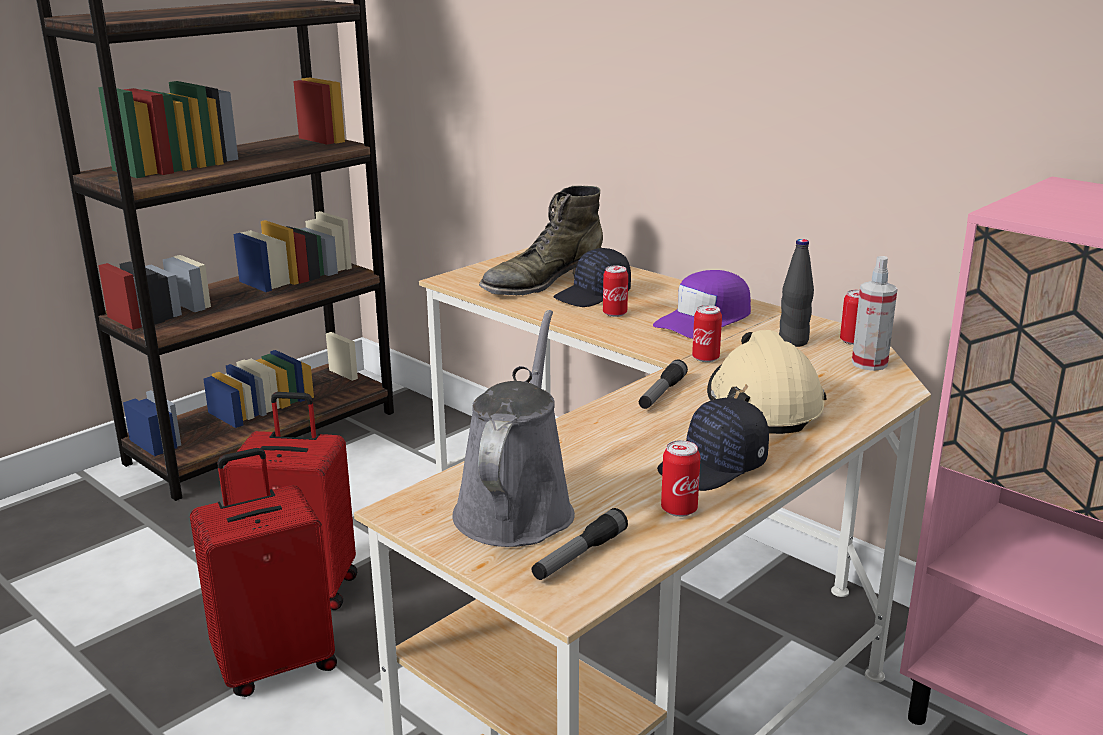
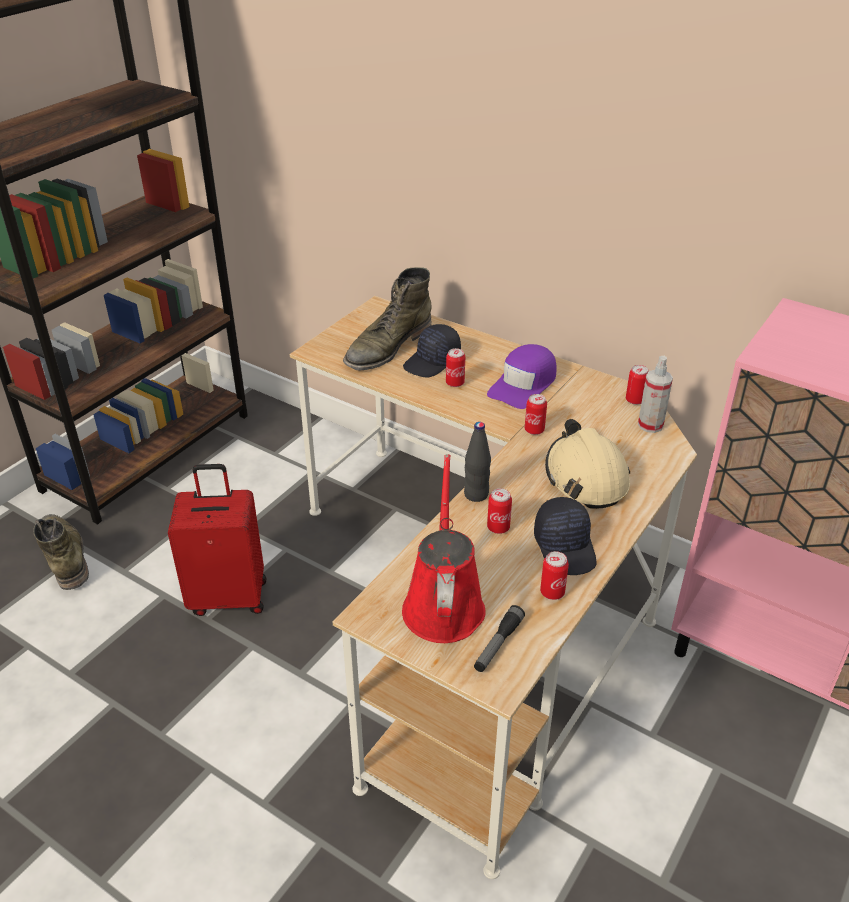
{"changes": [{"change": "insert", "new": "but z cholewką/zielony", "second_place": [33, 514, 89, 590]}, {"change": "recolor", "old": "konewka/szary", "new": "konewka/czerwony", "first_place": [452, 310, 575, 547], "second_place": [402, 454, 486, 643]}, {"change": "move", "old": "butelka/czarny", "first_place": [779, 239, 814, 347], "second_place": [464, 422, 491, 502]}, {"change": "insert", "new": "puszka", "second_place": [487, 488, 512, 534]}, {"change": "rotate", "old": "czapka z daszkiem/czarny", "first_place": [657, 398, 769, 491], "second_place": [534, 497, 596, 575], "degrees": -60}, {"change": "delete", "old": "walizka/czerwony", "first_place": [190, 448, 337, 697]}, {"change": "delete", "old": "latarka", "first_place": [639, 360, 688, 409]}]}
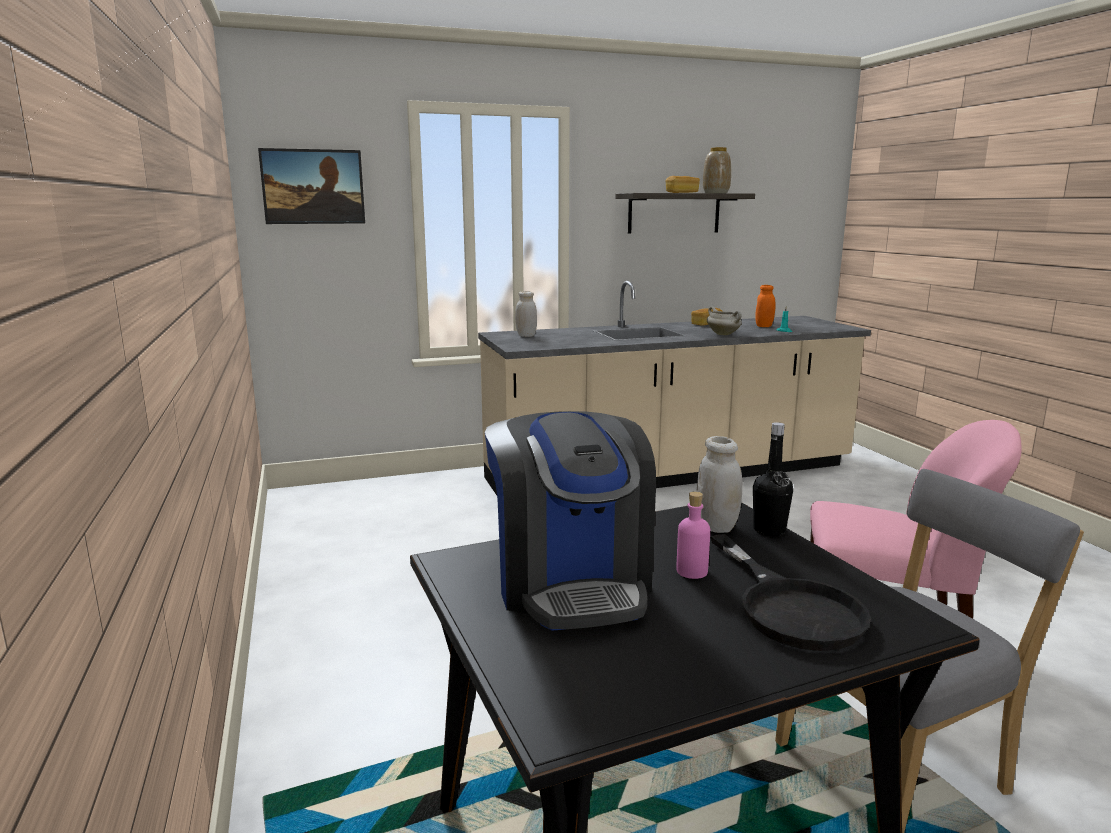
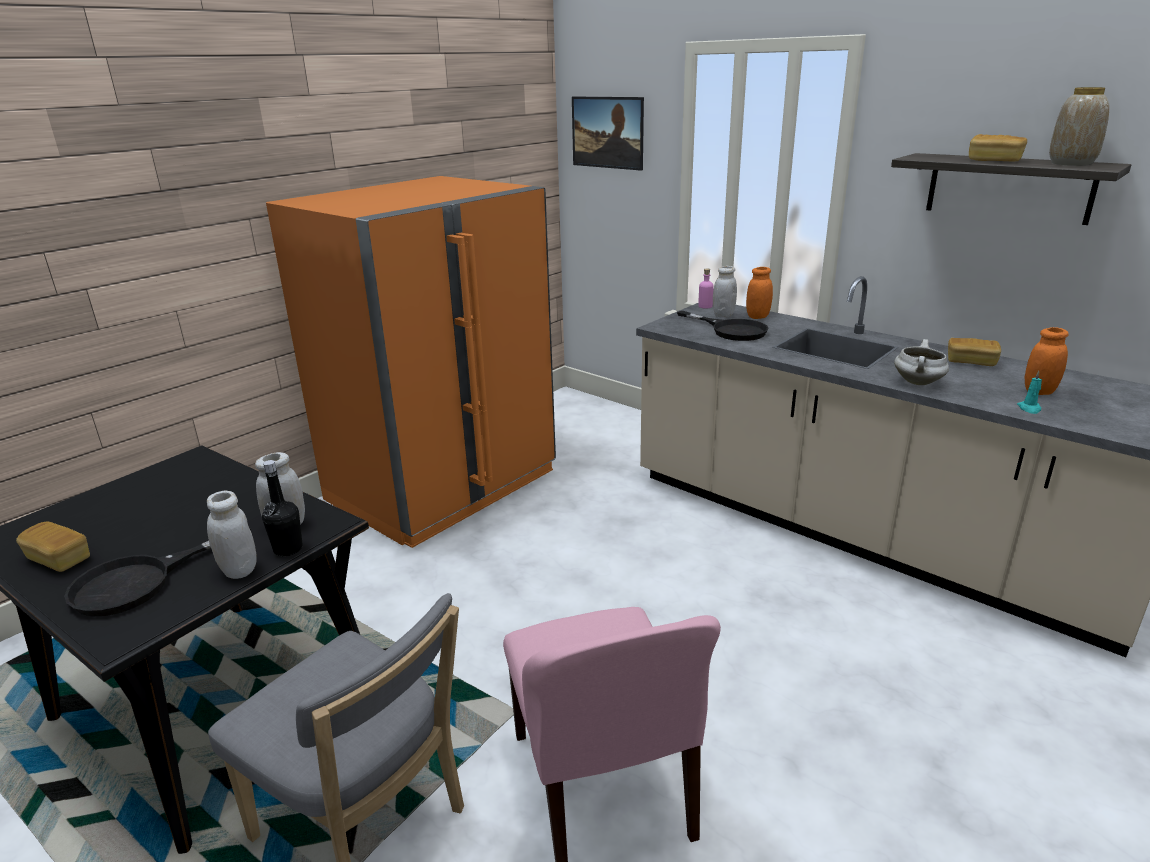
{"changes": [{"change": "insert", "new": "chleb", "second_place": [16, 522, 90, 572]}, {"change": "insert", "new": "słoik/biały", "second_place": [207, 491, 257, 579]}, {"change": "insert", "new": "lodówka/pomarańczowy", "second_place": [266, 176, 556, 548]}, {"change": "insert", "new": "patelnia/czarny", "second_place": [677, 311, 768, 341]}, {"change": "move", "old": "butelka/różowy", "first_place": [677, 492, 710, 579], "second_place": [698, 269, 714, 308]}, {"change": "insert", "new": "słoik/pomarańczowy", "second_place": [746, 267, 773, 319]}, {"change": "delete", "old": "ekspres do kawy", "first_place": [485, 411, 656, 631]}]}
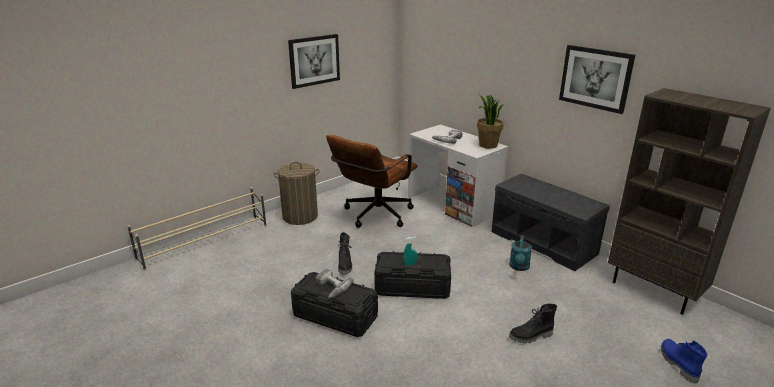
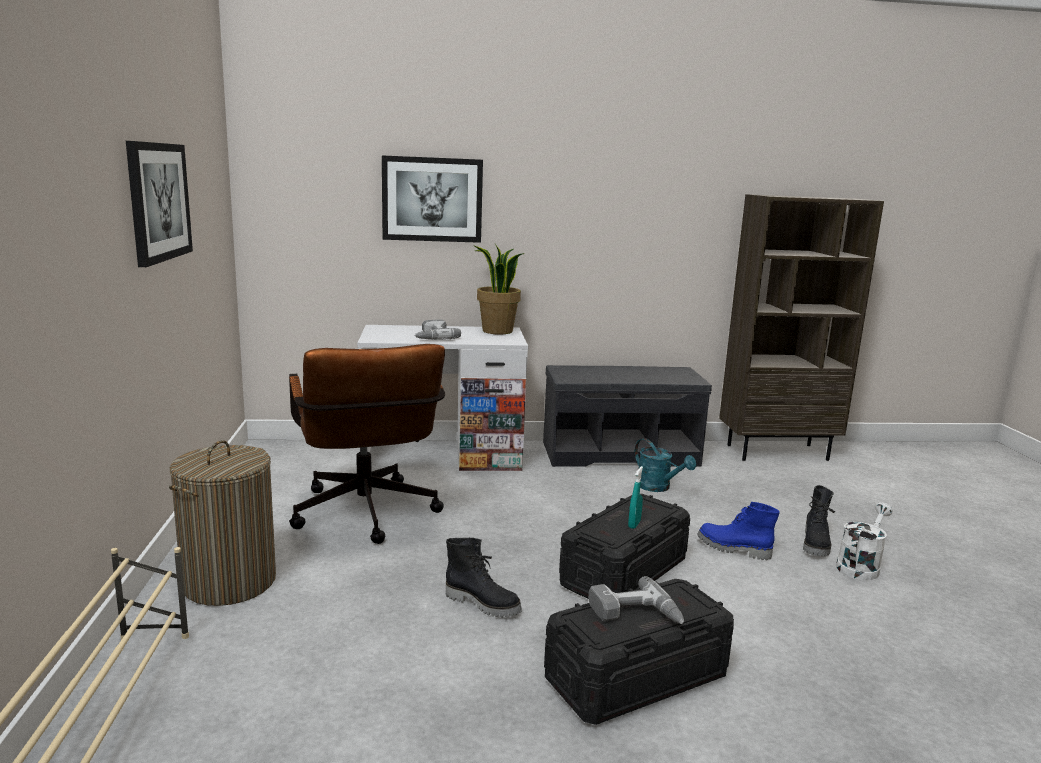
{"changes": [{"change": "move", "old": "obraz", "first_place": [559, 45, 635, 114], "second_place": [382, 155, 483, 243]}, {"change": "move", "old": "but z cholewką/niebieski", "first_place": [661, 339, 707, 383], "second_place": [697, 502, 780, 560]}, {"change": "insert", "new": "konewka/biały", "second_place": [836, 502, 893, 580]}]}
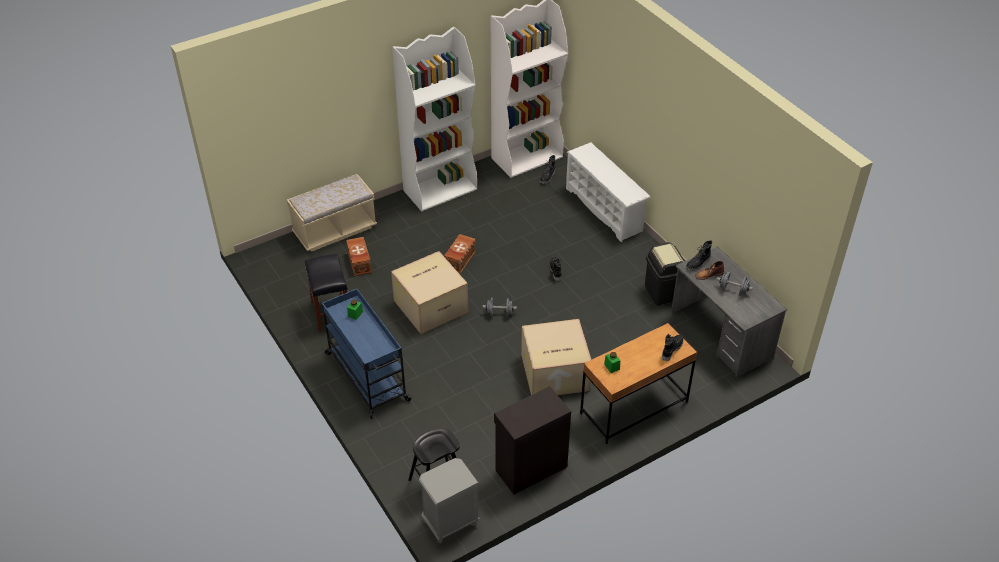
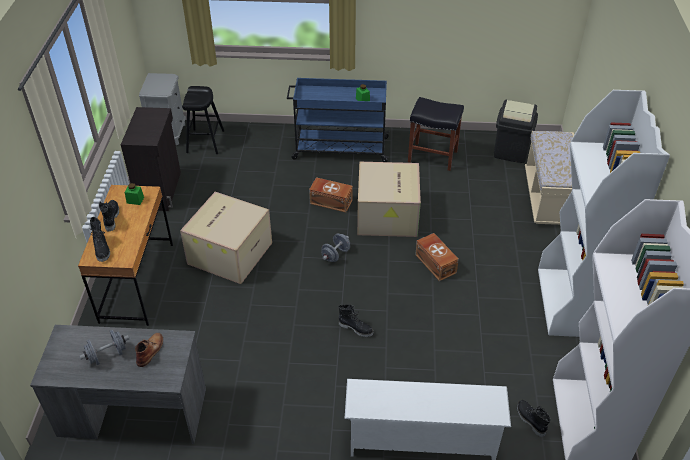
{"changes": [{"change": "move", "old": "but z cholewką/czarny", "first_place": [686, 240, 712, 271], "second_place": [99, 200, 119, 232]}, {"change": "move", "old": "pojemnik do przechowywania/brązowy", "first_place": [346, 237, 372, 276], "second_place": [309, 177, 353, 212]}, {"change": "move", "old": "kosz na śmieci/czarny", "first_place": [645, 242, 685, 306], "second_place": [493, 100, 538, 163]}]}
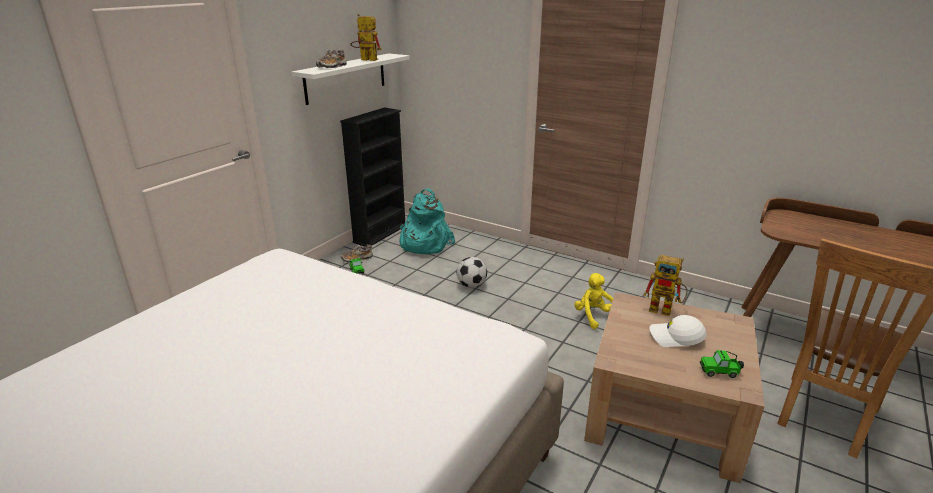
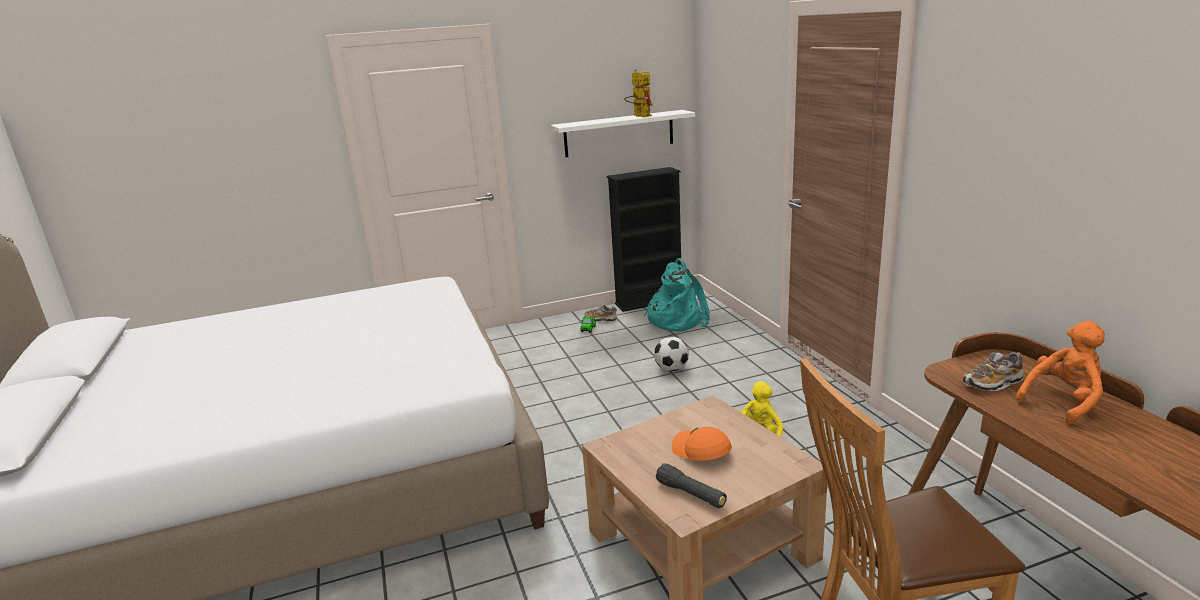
{"changes": [{"change": "replace", "old": "samochodzik", "new": "latarka/czarny", "first_place": [700, 350, 744, 378], "second_place": [656, 463, 727, 508]}, {"change": "recolor", "old": "czapka z daszkiem/biały", "new": "czapka z daszkiem/pomarańczowy", "first_place": [650, 315, 707, 347], "second_place": [672, 427, 732, 461]}, {"change": "move", "old": "but", "first_place": [316, 49, 347, 68], "second_place": [963, 352, 1024, 391]}, {"change": "insert", "new": "pluszak/pomarańczowy", "second_place": [1016, 321, 1105, 425]}, {"change": "delete", "old": "robot zabawkowy", "first_place": [643, 255, 688, 316]}]}
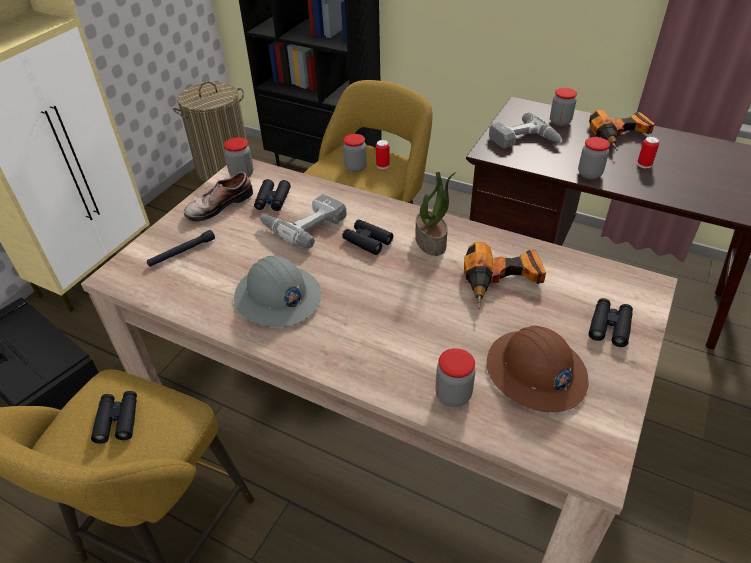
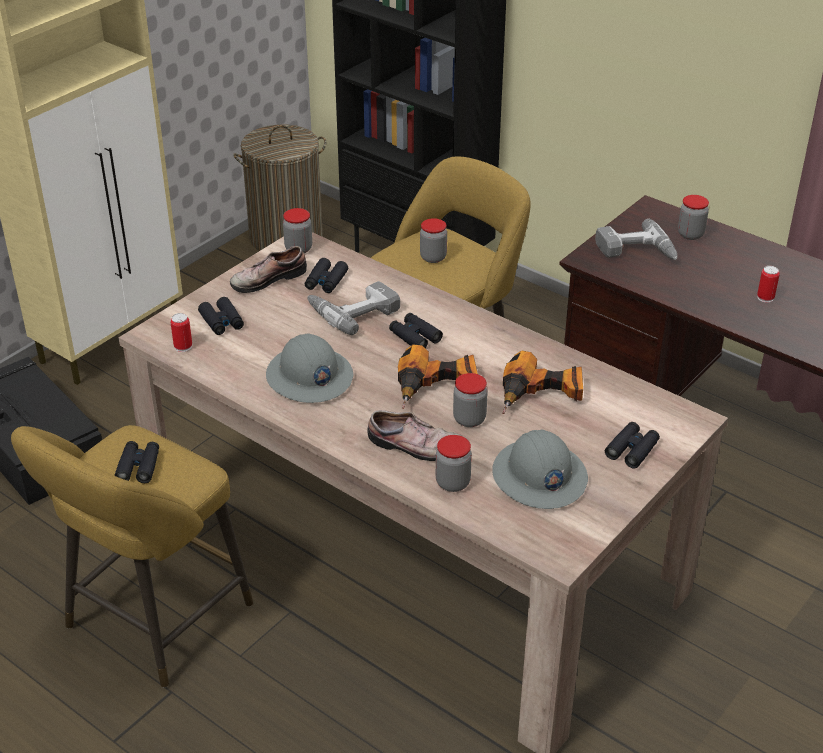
{"changes": [{"change": "move", "old": "puszka", "first_place": [376, 140, 390, 169], "second_place": [170, 313, 192, 352]}, {"change": "replace", "old": "latarka/czarny", "new": "lornetka/czarny", "first_place": [147, 230, 215, 267], "second_place": [198, 297, 244, 335]}, {"change": "insert", "new": "but", "second_place": [367, 410, 462, 461]}, {"change": "move", "old": "wiertarka", "first_place": [589, 110, 655, 151], "second_place": [398, 345, 478, 409]}, {"change": "move", "old": "słoik", "first_place": [578, 137, 610, 179], "second_place": [453, 373, 488, 427]}, {"change": "recolor", "old": "kask/brązowy", "new": "kask/szary", "first_place": [487, 326, 589, 412], "second_place": [492, 430, 588, 509]}, {"change": "delete", "old": "roślina doniczkowa", "first_place": [415, 172, 456, 256]}]}
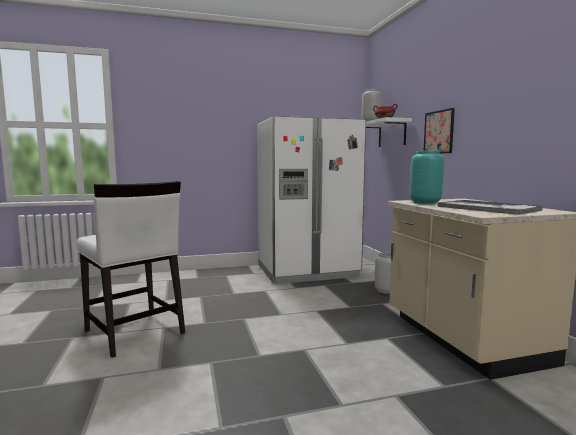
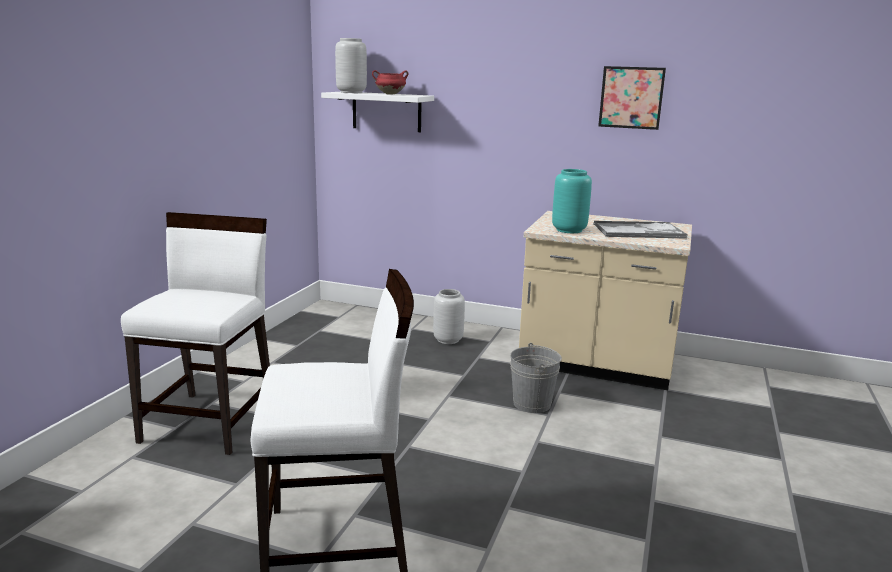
{"changes": [{"change": "insert", "new": "krzesło/biały", "second_place": [121, 212, 270, 455]}, {"change": "insert", "new": "wiadro/szary", "second_place": [510, 343, 562, 413]}, {"change": "move", "old": "obraz", "first_place": [423, 108, 455, 154], "second_place": [598, 66, 666, 130]}, {"change": "delete", "old": "lodówka/biały", "first_place": [257, 116, 366, 284]}]}
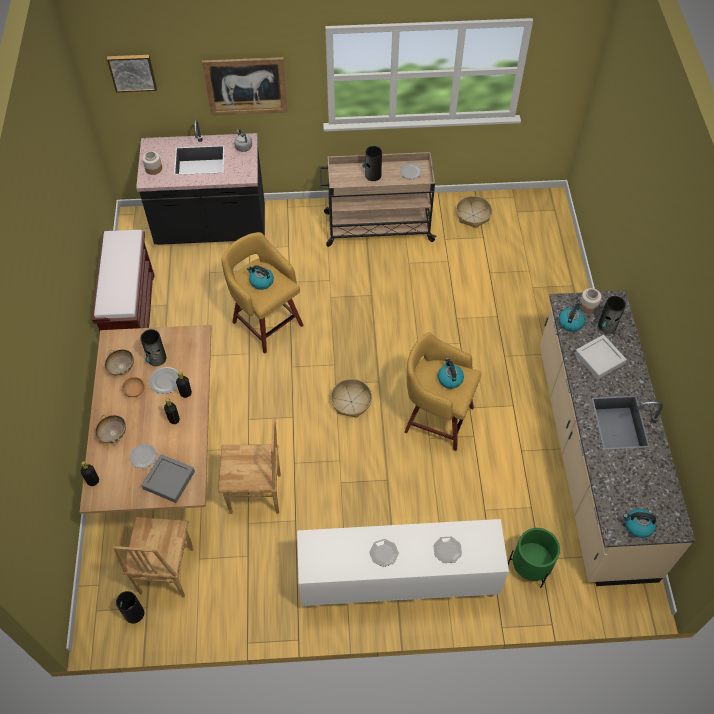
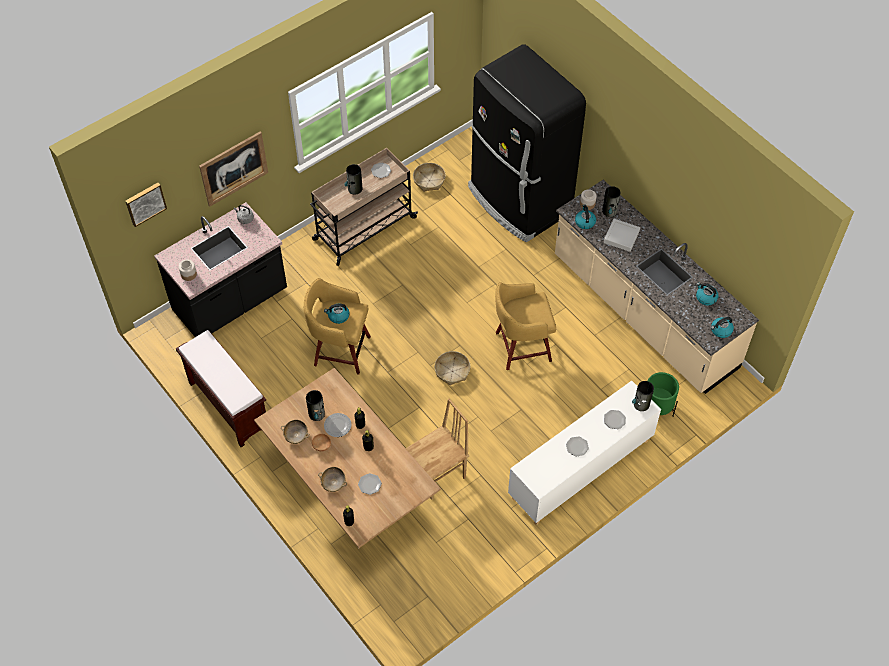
{"changes": [{"change": "insert", "new": "lodówka/czarny", "second_place": [468, 44, 586, 242]}, {"change": "move", "old": "wazon", "first_place": [116, 591, 144, 623], "second_place": [632, 381, 654, 411]}, {"change": "move", "old": "czajnik", "first_place": [438, 358, 464, 389], "second_place": [696, 282, 718, 305]}, {"change": "delete", "old": "krzesło/brązowy", "first_place": [113, 517, 194, 598]}, {"change": "delete", "old": "taca/szary", "first_place": [142, 454, 195, 503]}]}
